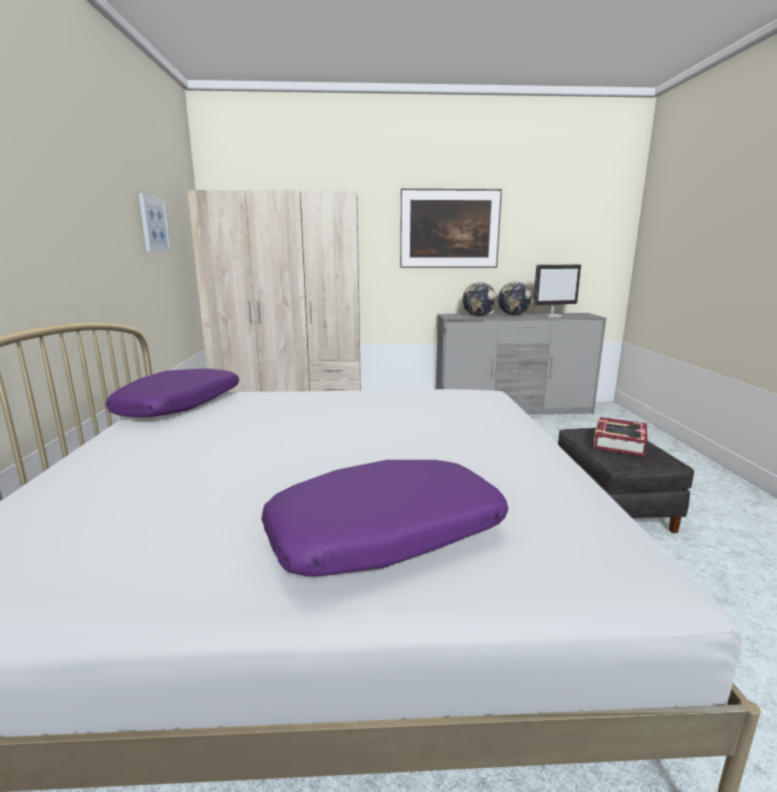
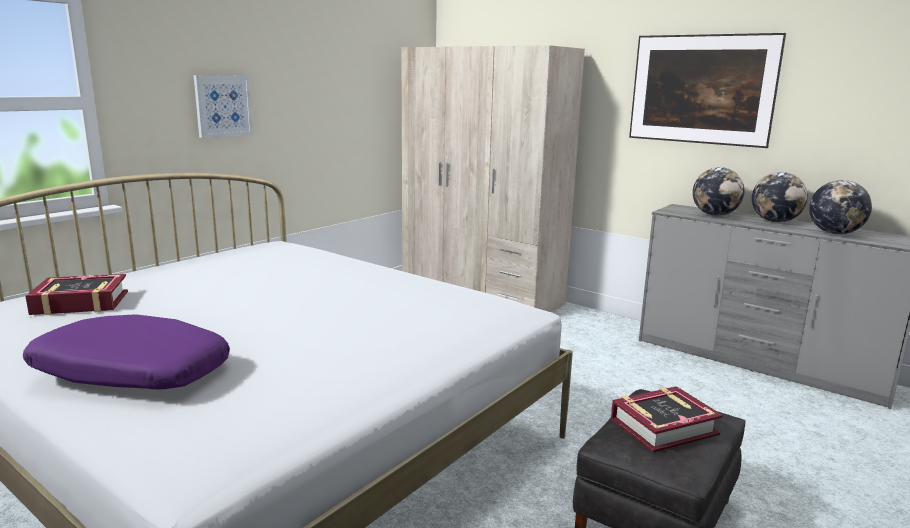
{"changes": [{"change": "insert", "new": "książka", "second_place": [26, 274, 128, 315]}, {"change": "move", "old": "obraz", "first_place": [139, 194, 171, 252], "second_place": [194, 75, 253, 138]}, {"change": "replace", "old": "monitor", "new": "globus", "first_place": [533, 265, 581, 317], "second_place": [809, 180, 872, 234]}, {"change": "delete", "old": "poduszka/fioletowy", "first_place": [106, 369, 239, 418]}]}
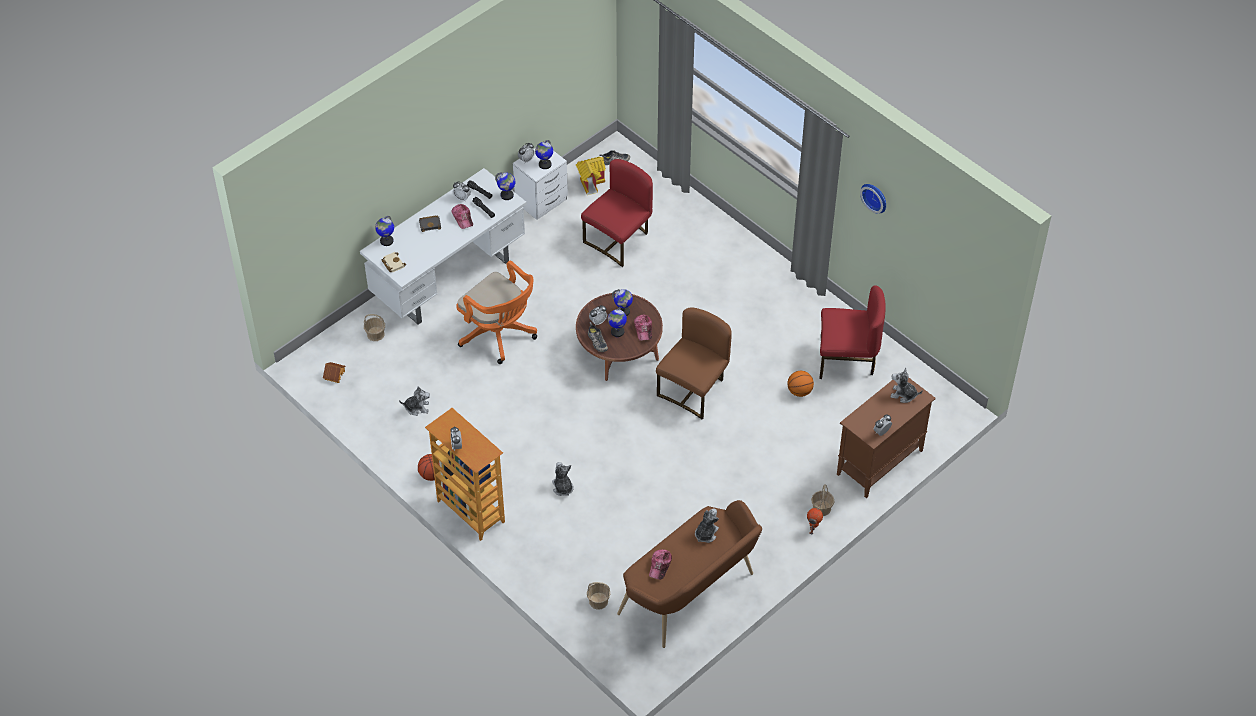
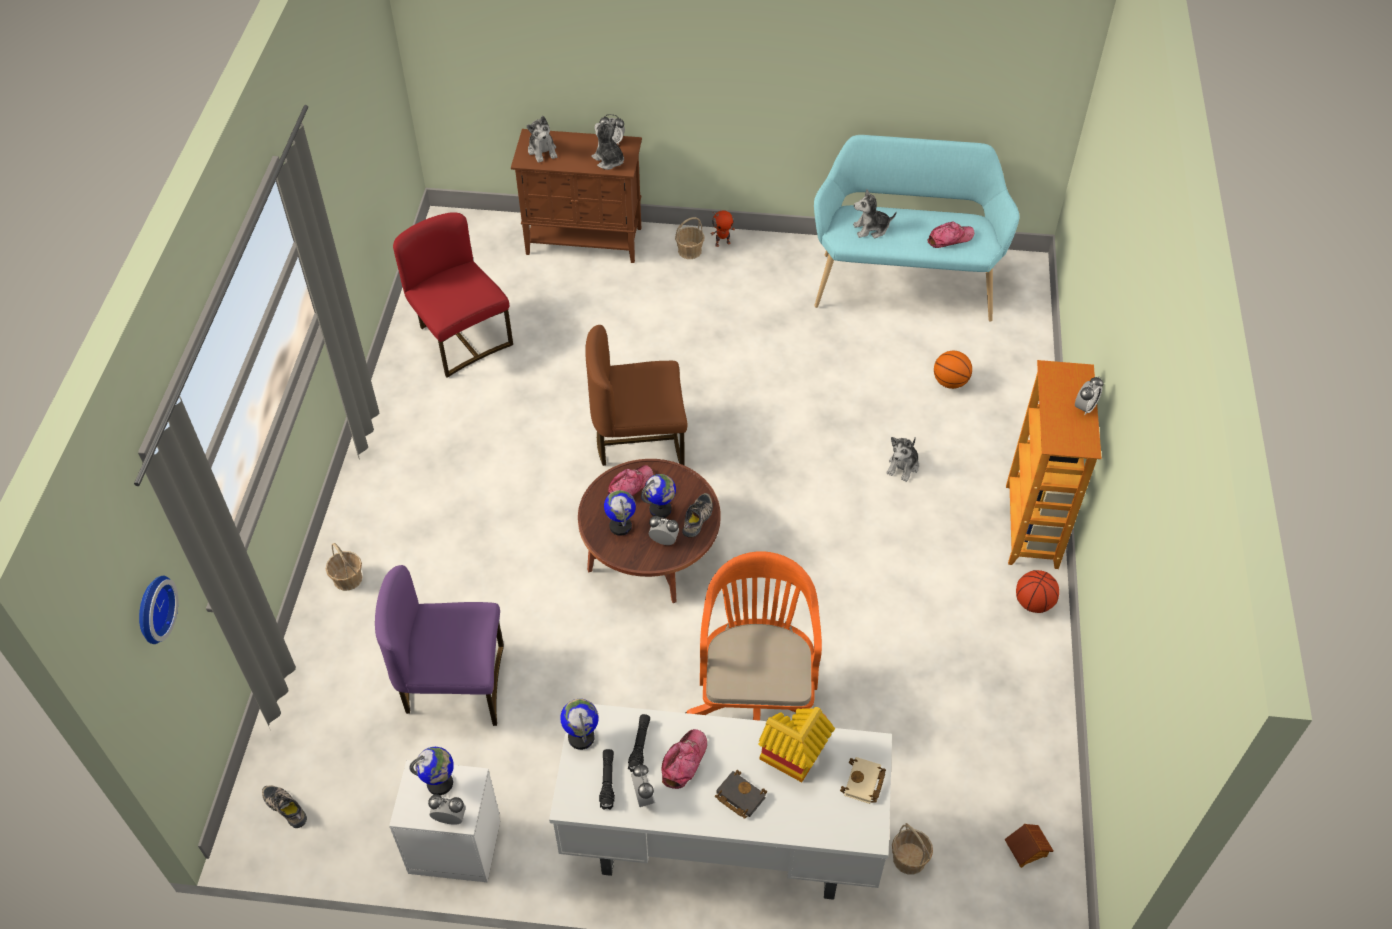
{"changes": [{"change": "move", "old": "zegar ścienny", "first_place": [860, 184, 886, 213], "second_place": [139, 576, 178, 644]}, {"change": "move", "old": "koszyk", "first_place": [587, 582, 610, 610], "second_place": [326, 543, 362, 591]}, {"change": "recolor", "old": "krzesło/czerwony", "new": "krzesło/fioletowy", "first_place": [581, 159, 653, 267], "second_place": [375, 565, 504, 726]}, {"change": "move", "old": "pluszak", "first_place": [399, 386, 430, 416], "second_place": [591, 120, 624, 170]}, {"change": "move", "old": "domek", "first_place": [576, 157, 606, 195], "second_place": [758, 707, 835, 782]}, {"change": "recolor", "old": "ławka/brązowy", "new": "ławka/turkusowy", "first_place": [617, 500, 762, 648], "second_place": [814, 135, 1019, 322]}, {"change": "move", "old": "piłka do koszykówki", "first_place": [787, 371, 814, 397], "second_place": [934, 351, 972, 389]}, {"change": "delete", "old": "globus", "first_place": [375, 216, 394, 246]}]}
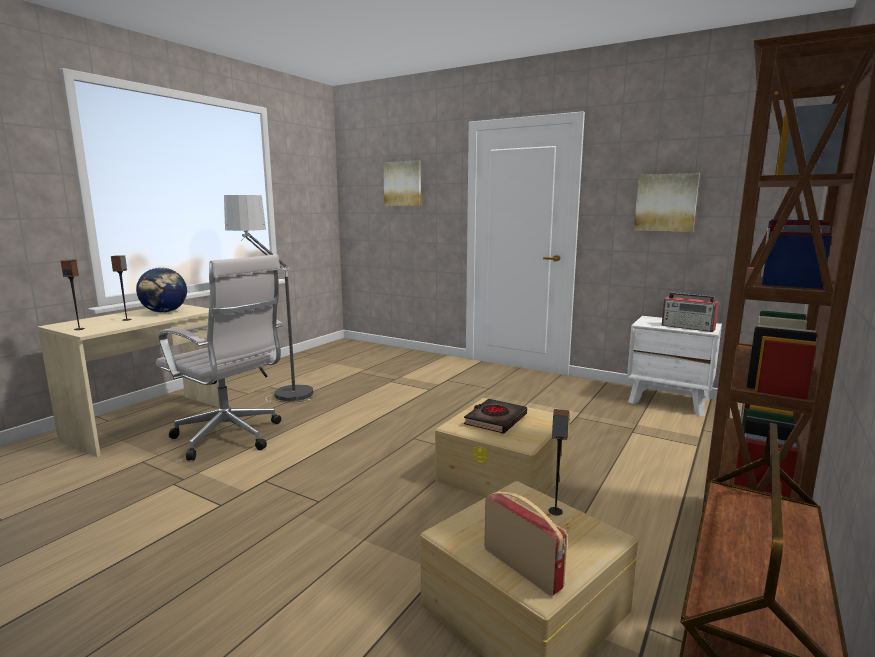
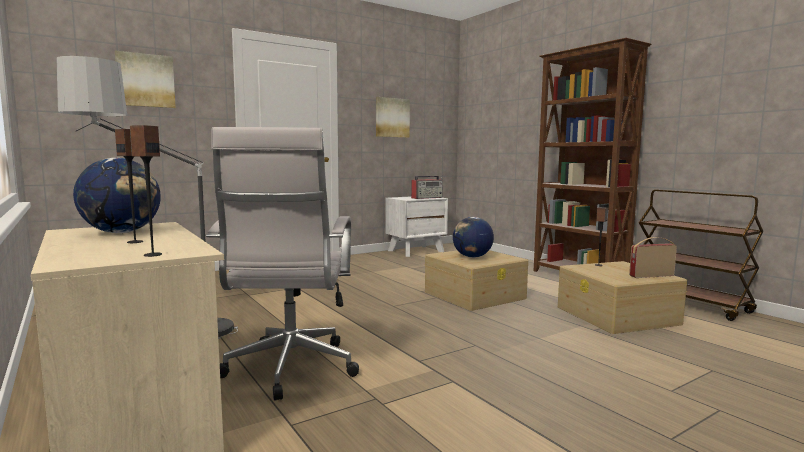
{"changes": [{"change": "rotate", "old": "krzesło biurowe/biały", "first_place": [156, 254, 284, 461], "second_place": [206, 127, 359, 401], "degrees": 120}, {"change": "replace", "old": "książka/czarny", "new": "globus", "first_place": [464, 399, 527, 434], "second_place": [453, 217, 494, 258]}]}
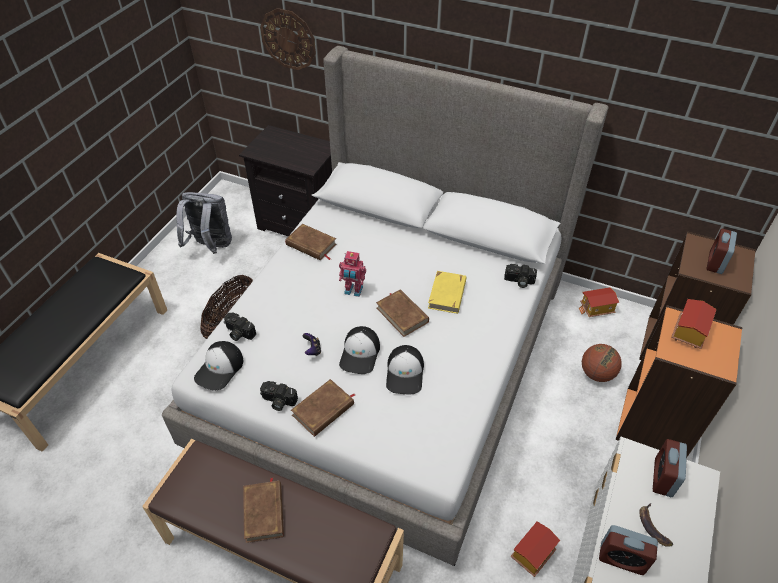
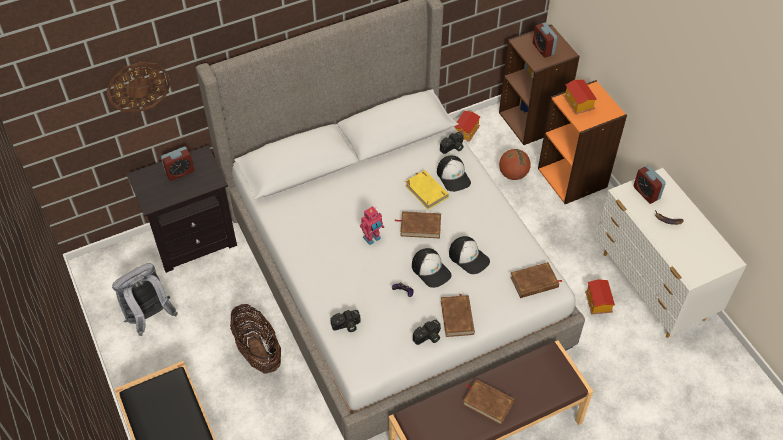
{"changes": [{"change": "move", "old": "budzik", "first_place": [599, 525, 658, 575], "second_place": [161, 147, 194, 181]}, {"change": "move", "old": "czapka z daszkiem", "first_place": [194, 341, 243, 390], "second_place": [437, 156, 471, 192]}, {"change": "move", "old": "książka/brązowy", "first_place": [285, 224, 336, 260], "second_place": [510, 262, 563, 298]}]}
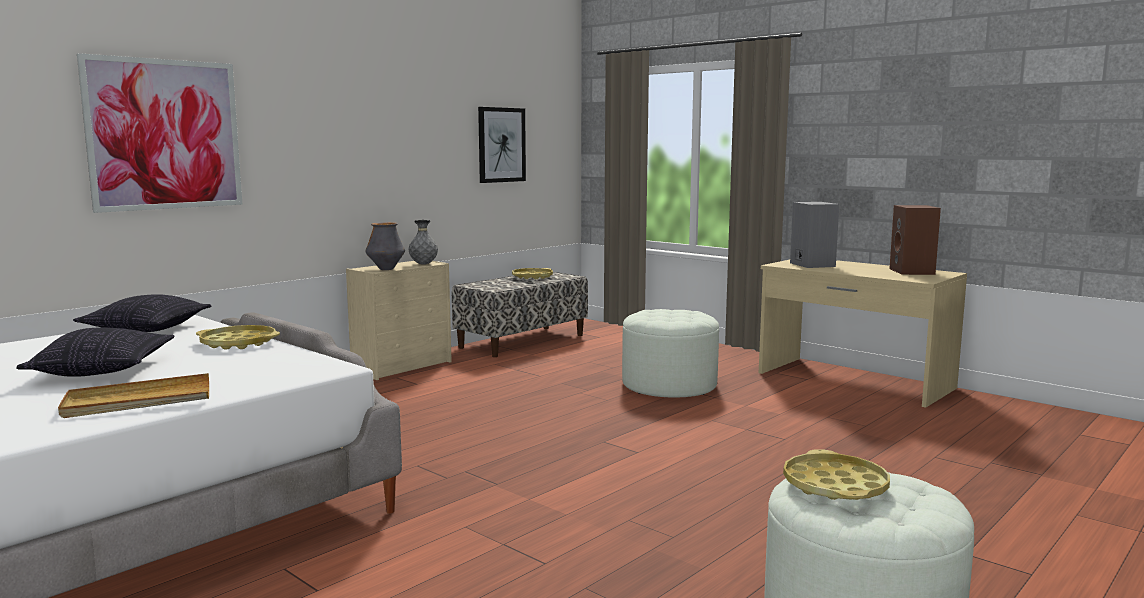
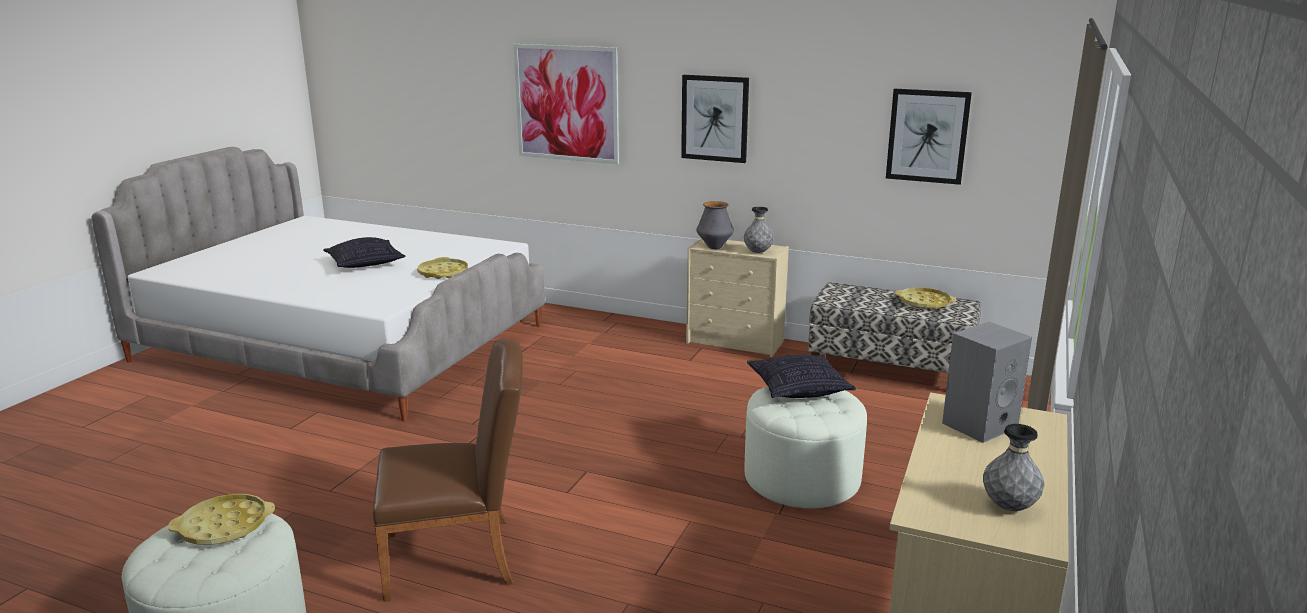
{"changes": [{"change": "insert", "new": "krzesło/brązowy", "second_place": [373, 339, 523, 602]}, {"change": "insert", "new": "obraz", "second_place": [681, 75, 749, 163]}, {"change": "move", "old": "poduszka", "first_place": [73, 294, 211, 332], "second_place": [747, 355, 856, 398]}, {"change": "replace", "old": "głośnik/brązowy", "new": "wazon/szary", "first_place": [889, 205, 941, 275], "second_place": [983, 424, 1045, 511]}, {"change": "delete", "old": "taca/beżowy", "first_place": [58, 373, 209, 418]}]}
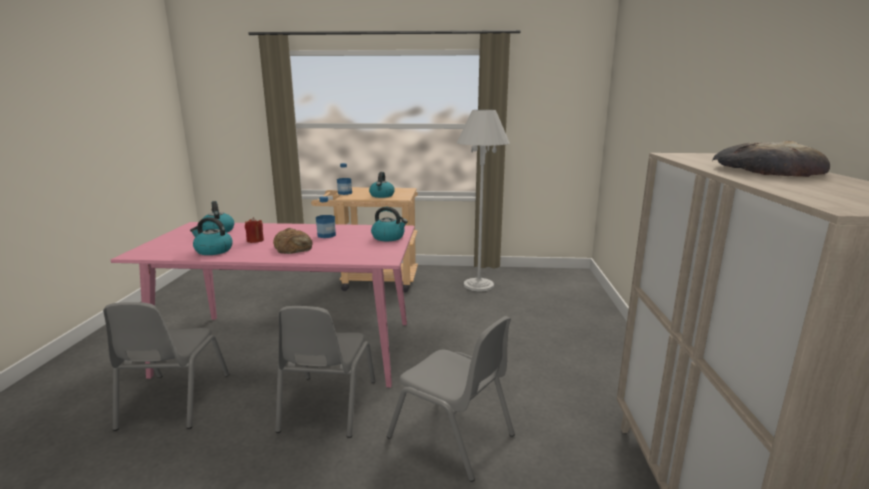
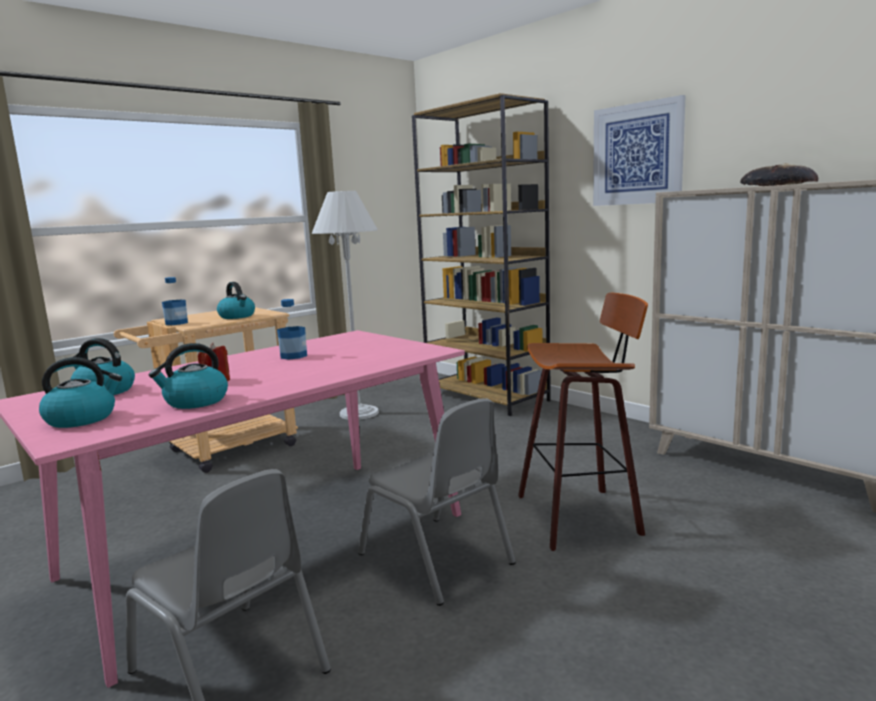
{"changes": [{"change": "move", "old": "czajnik", "first_place": [371, 207, 408, 241], "second_place": [39, 357, 122, 428]}, {"change": "insert", "new": "regał/brązowy", "second_place": [412, 93, 551, 416]}, {"change": "replace", "old": "krzesło/szary", "new": "stołek", "first_place": [387, 316, 515, 482], "second_place": [518, 293, 648, 551]}, {"change": "insert", "new": "obraz", "second_place": [593, 95, 686, 206]}, {"change": "delete", "old": "chleb", "first_place": [273, 228, 313, 254]}]}
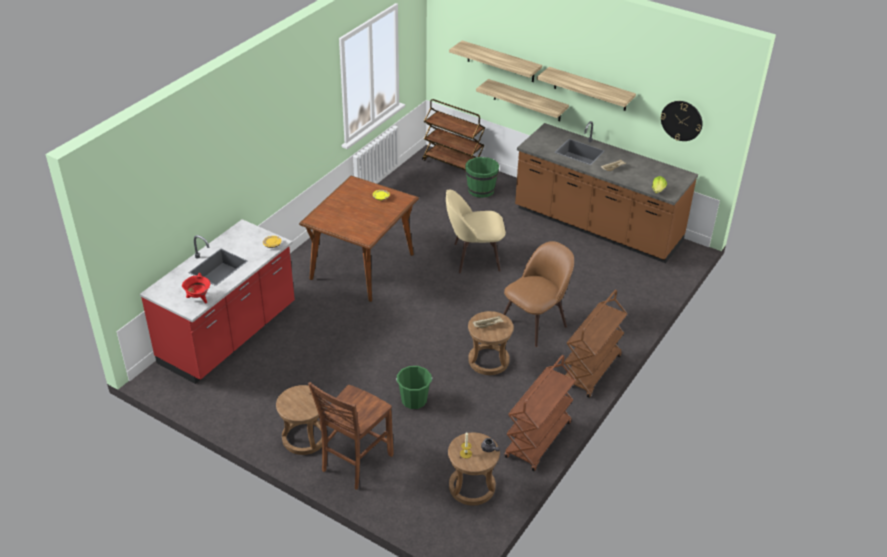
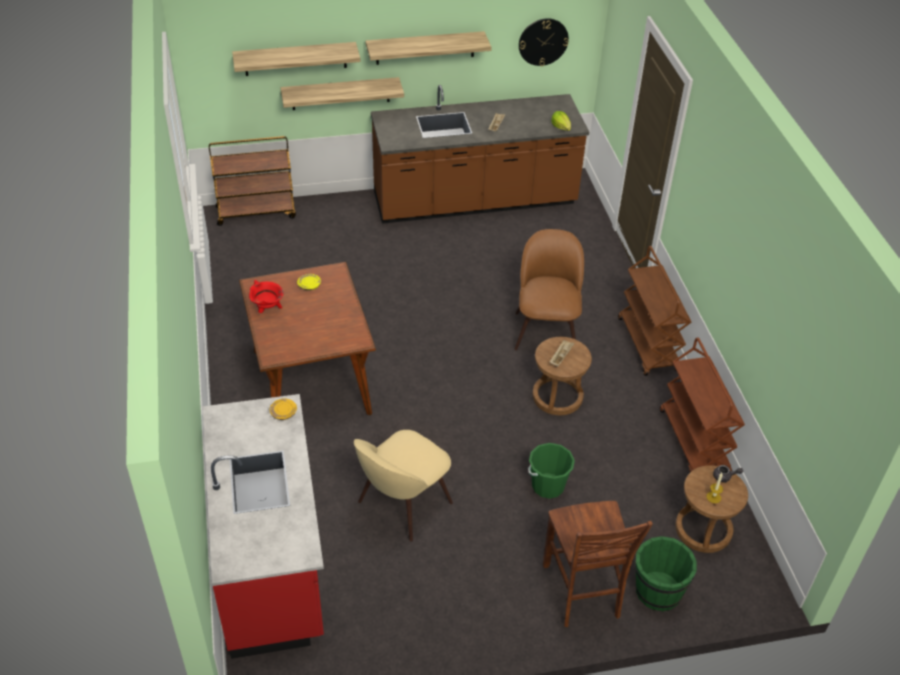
{"changes": [{"change": "move", "old": "garnek/czerwony", "first_place": [182, 273, 210, 303], "second_place": [249, 280, 284, 313]}, {"change": "move", "old": "krzesło/beżowy", "first_place": [446, 190, 506, 273], "second_place": [354, 430, 453, 542]}, {"change": "move", "old": "wiadro/zielony", "first_place": [465, 157, 499, 198], "second_place": [635, 536, 697, 611]}, {"change": "delete", "old": "stołek/brązowy", "first_place": [276, 385, 325, 455]}]}
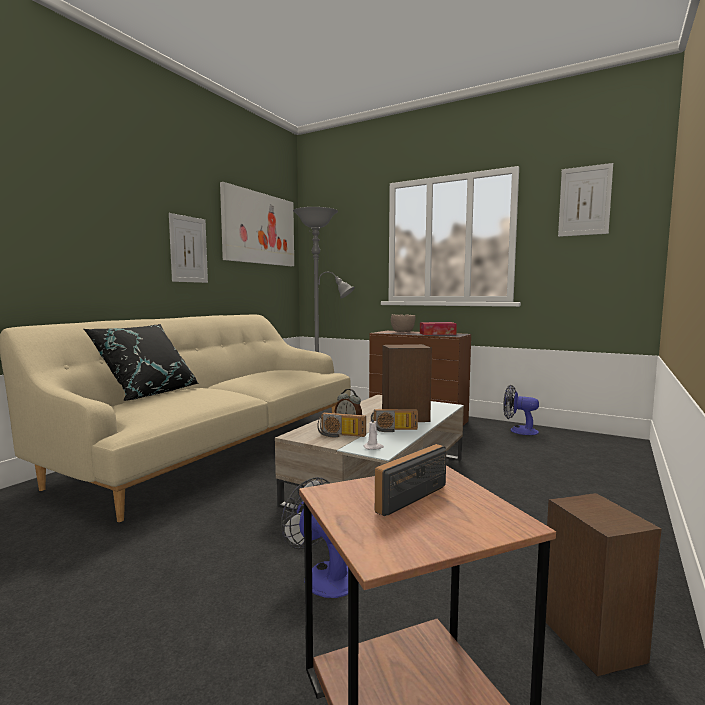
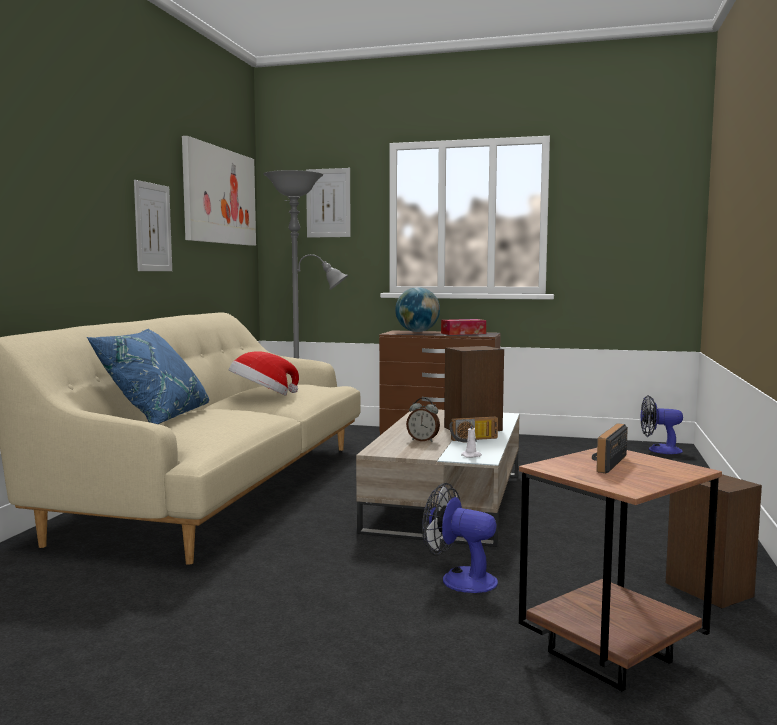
{"changes": [{"change": "recolor", "old": "poduszka/czarny", "new": "poduszka/niebieski", "first_place": [84, 324, 198, 401], "second_place": [86, 329, 209, 424]}, {"change": "insert", "new": "kapelusz", "second_place": [229, 351, 299, 396]}, {"change": "move", "old": "obraz", "first_place": [558, 163, 613, 237], "second_place": [306, 168, 351, 238]}, {"change": "replace", "old": "miska/brązowy", "new": "globus", "first_place": [391, 314, 415, 332], "second_place": [395, 287, 440, 332]}, {"change": "move", "old": "wentylator", "first_place": [503, 385, 539, 435], "second_place": [640, 395, 683, 454]}, {"change": "delete", "old": "radio", "first_place": [317, 412, 366, 437]}]}
